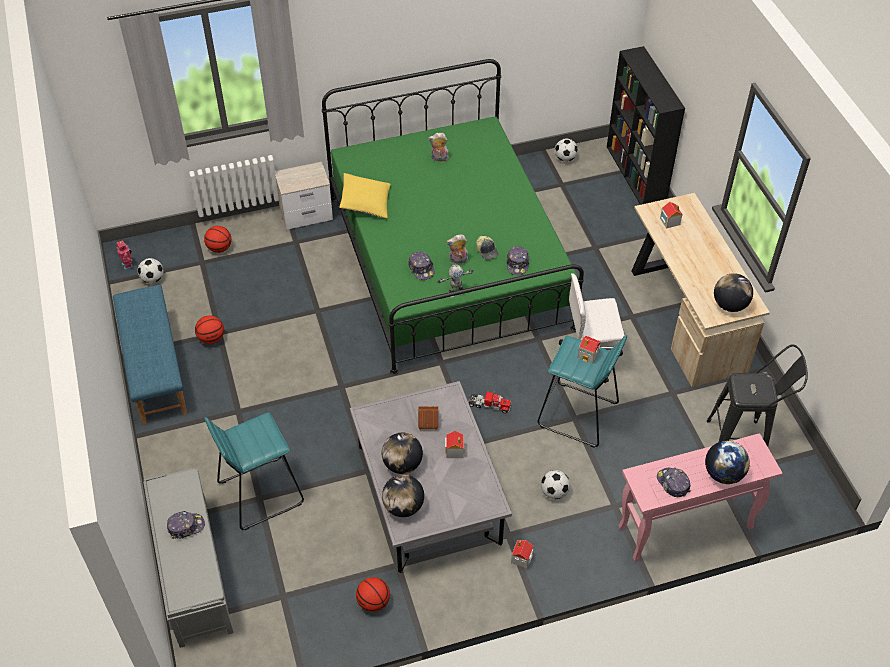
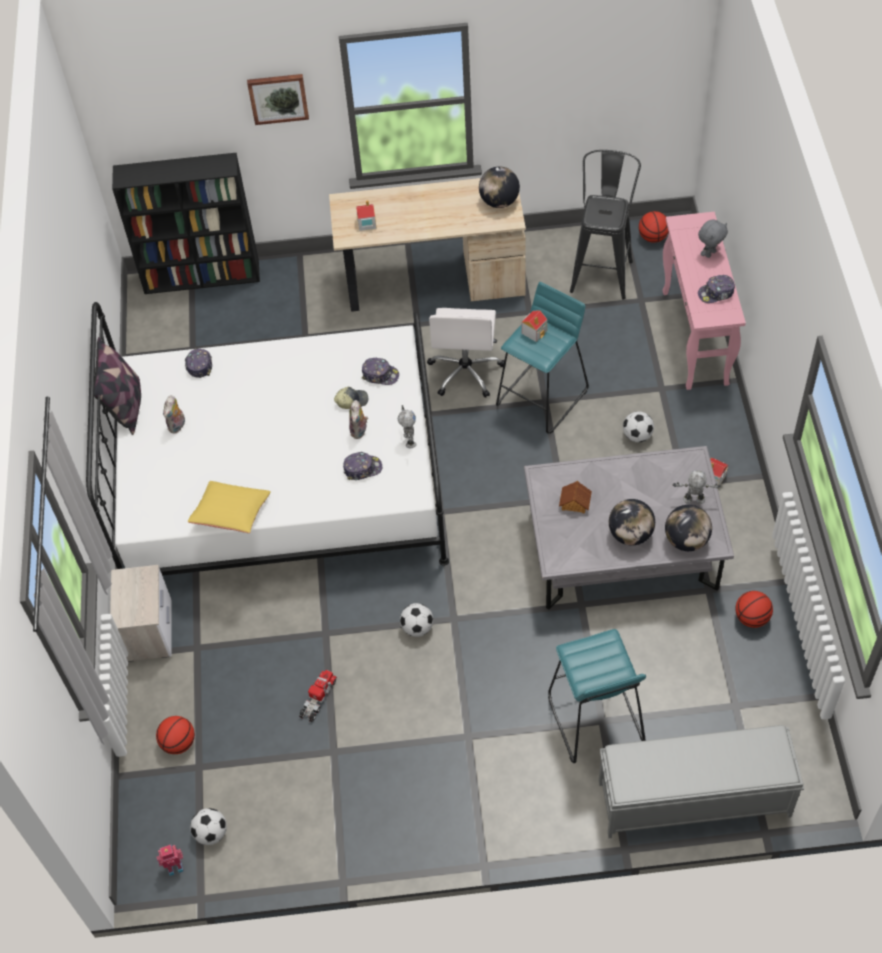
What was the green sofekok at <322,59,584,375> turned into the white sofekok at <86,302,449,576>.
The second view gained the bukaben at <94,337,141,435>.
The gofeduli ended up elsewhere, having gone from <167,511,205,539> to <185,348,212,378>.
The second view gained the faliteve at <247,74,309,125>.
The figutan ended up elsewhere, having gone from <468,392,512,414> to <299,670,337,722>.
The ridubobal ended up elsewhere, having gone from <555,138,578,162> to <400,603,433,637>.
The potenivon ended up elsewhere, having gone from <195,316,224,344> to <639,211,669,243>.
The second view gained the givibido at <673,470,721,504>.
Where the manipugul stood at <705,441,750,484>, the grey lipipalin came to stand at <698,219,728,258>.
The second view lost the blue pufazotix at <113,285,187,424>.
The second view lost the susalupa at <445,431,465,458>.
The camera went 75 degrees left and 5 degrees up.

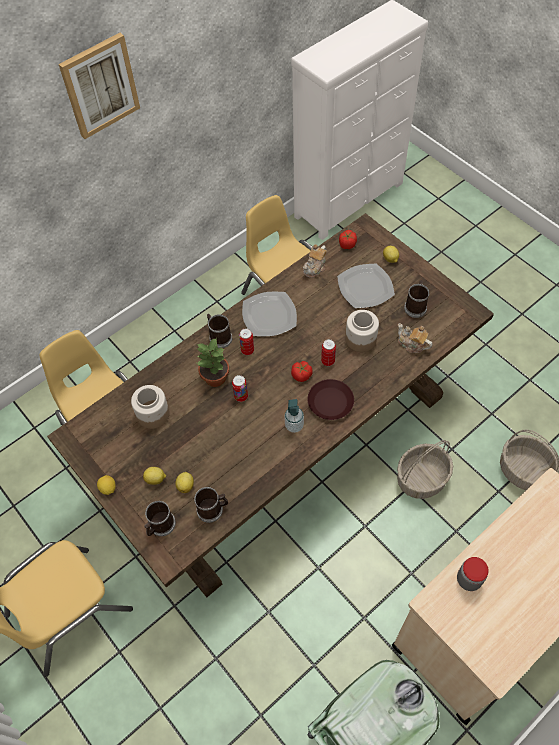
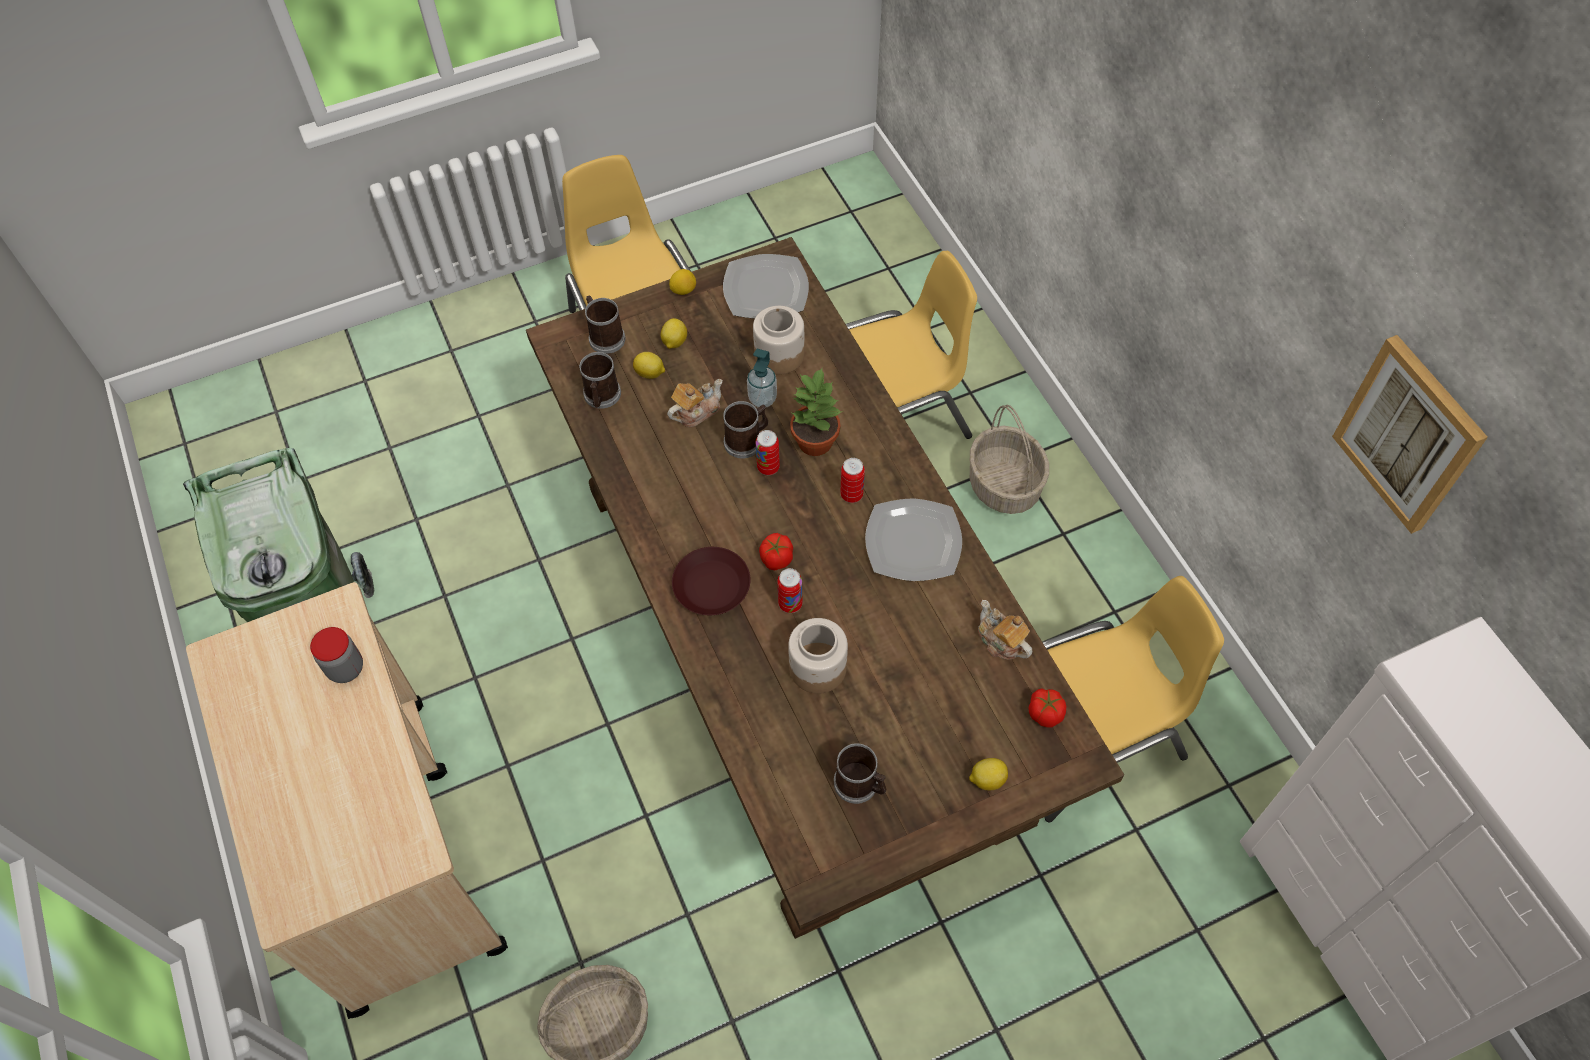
The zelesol ended up elsewhere, having gone from <398,323,433,353> to <667,379,722,427>.
The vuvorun ended up elsewhere, having gone from <337,264,395,308> to <723,254,809,319>.
The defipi ended up elsewhere, having gone from <207,314,232,348> to <723,401,768,458>.
The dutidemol ended up elsewhere, having gone from <284,399,304,433> to <747,349,777,408>.
The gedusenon ended up elsewhere, having gone from <397,440,453,499> to <970,405,1049,514>.
The faliteve ended up elsewhere, having gone from <59,33,140,139> to <1332,335,1488,534>.
The camera went 105 degrees right and 0 degrees up.

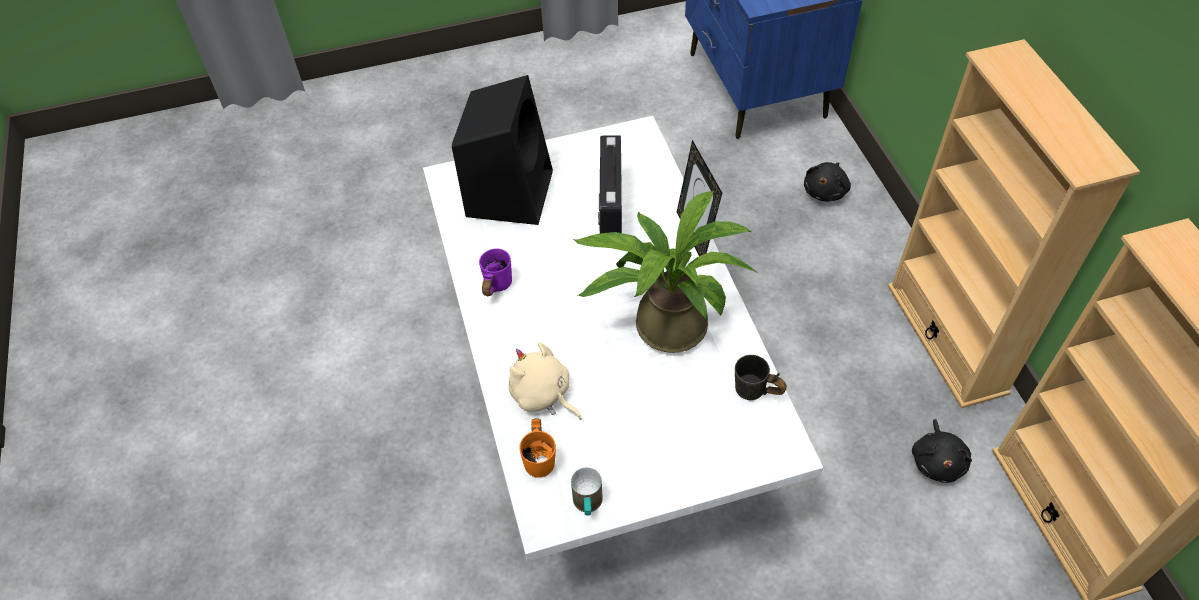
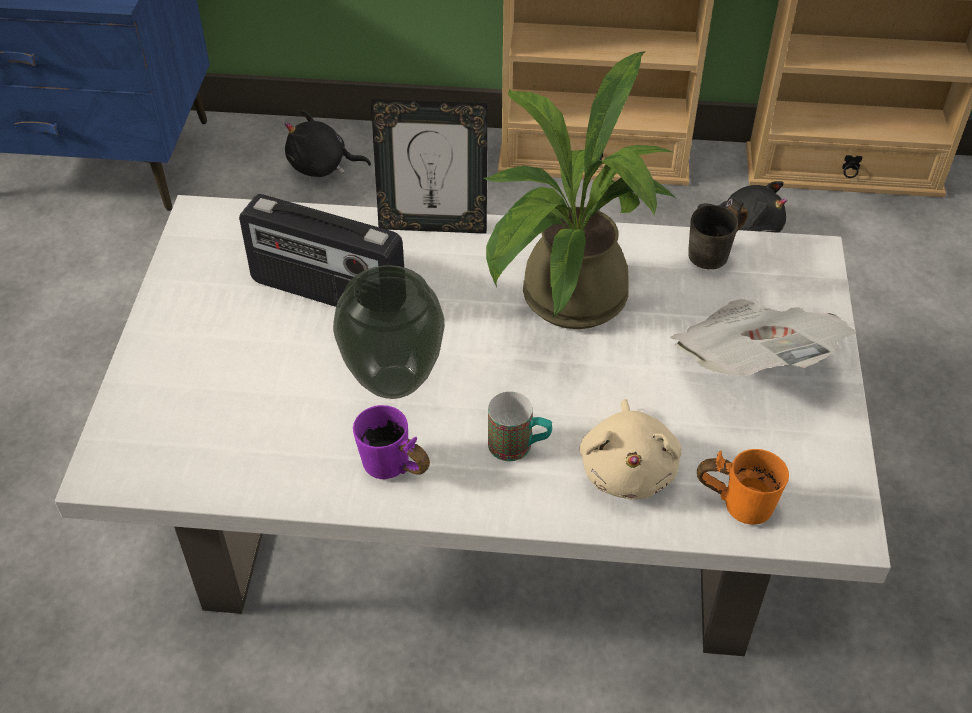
The black lipipalin at <804,162,851,202> ended up facing another way, 135 degrees clockwise from before.
The second view gained the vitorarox at <333,265,445,399>.
The defipi ended up elsewhere, having gone from <571,467,603,515> to <488,392,552,461>.
The beige lipipalin at <509,342,582,420> ended up facing another way, 60 degrees counterclockwise from before.
The second view gained the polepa at <670,299,856,376>.
The second view lost the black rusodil at <452,75,553,225>.
The camera went 70 degrees left and 5 degrees down.

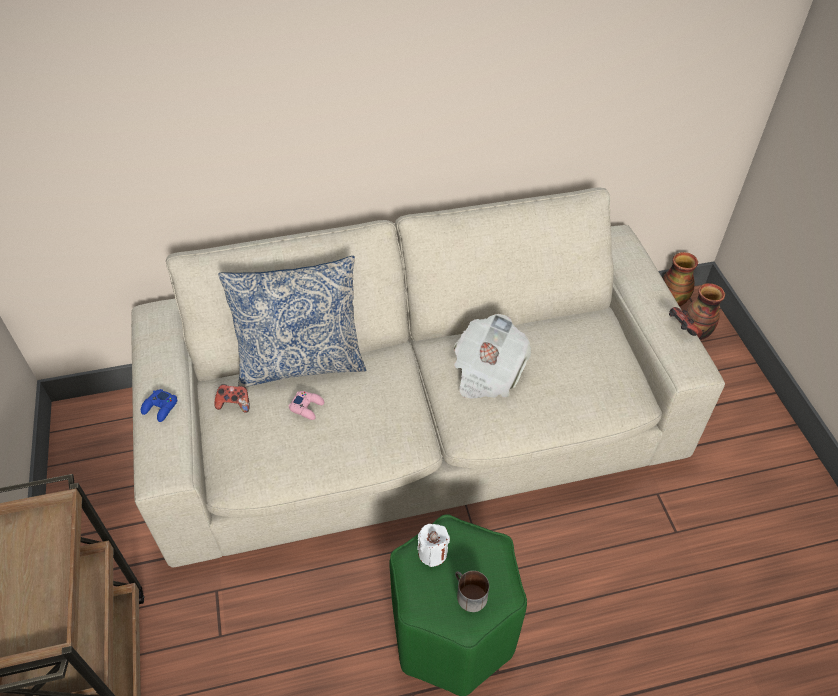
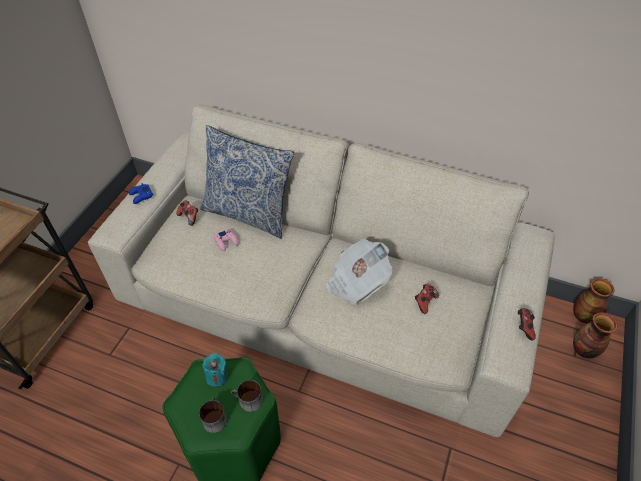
What was the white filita at <417,524,450,567> turned into the turquoise filita at <202,353,229,387>.
The second view gained the defipi at <231,380,263,412>.
The second view gained the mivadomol at <415,284,439,314>.
The camera went 35 degrees right and 0 degrees up.

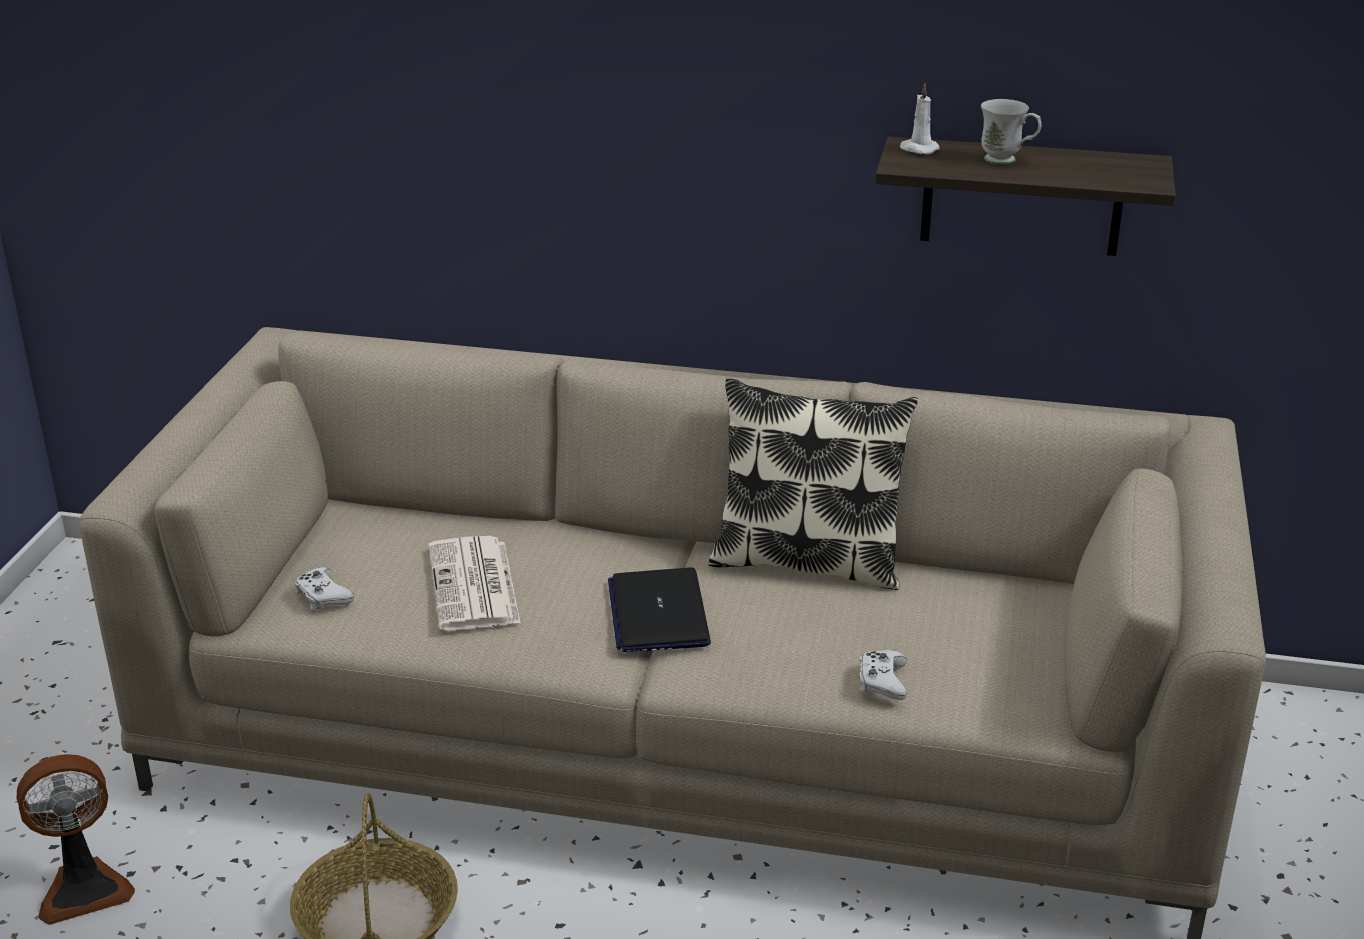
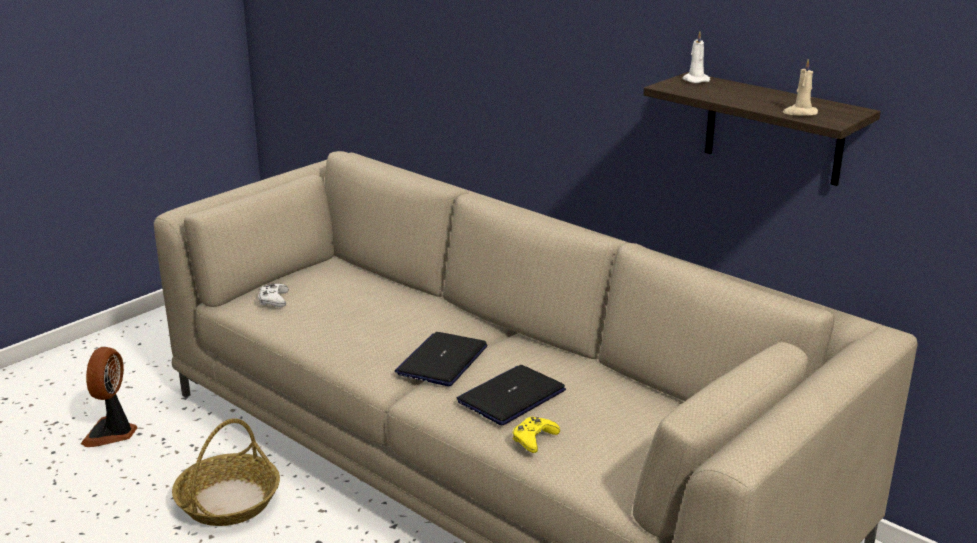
The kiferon at <17,754,135,925> ended up facing another way, 90 degrees clockwise from before.
The second view gained the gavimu at <457,365,566,425>.
What was the white mivadomol at <859,650,907,700> turned into the yellow mivadomol at <513,417,560,453>.
The second view gained the beige filita at <783,59,818,116>.
The second view lost the polepa at <428,536,521,630>.
The second view lost the bukaben at <709,378,918,590>.
The second view lost the white defipi at <981,99,1042,165>.
The camera went 30 degrees right and 5 degrees down.

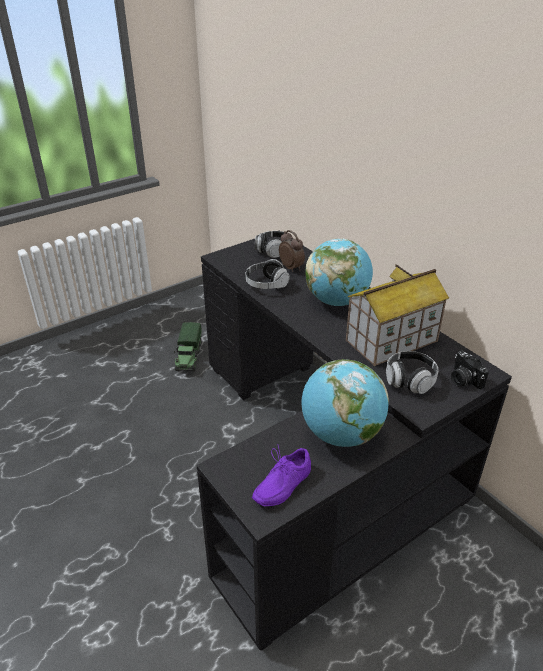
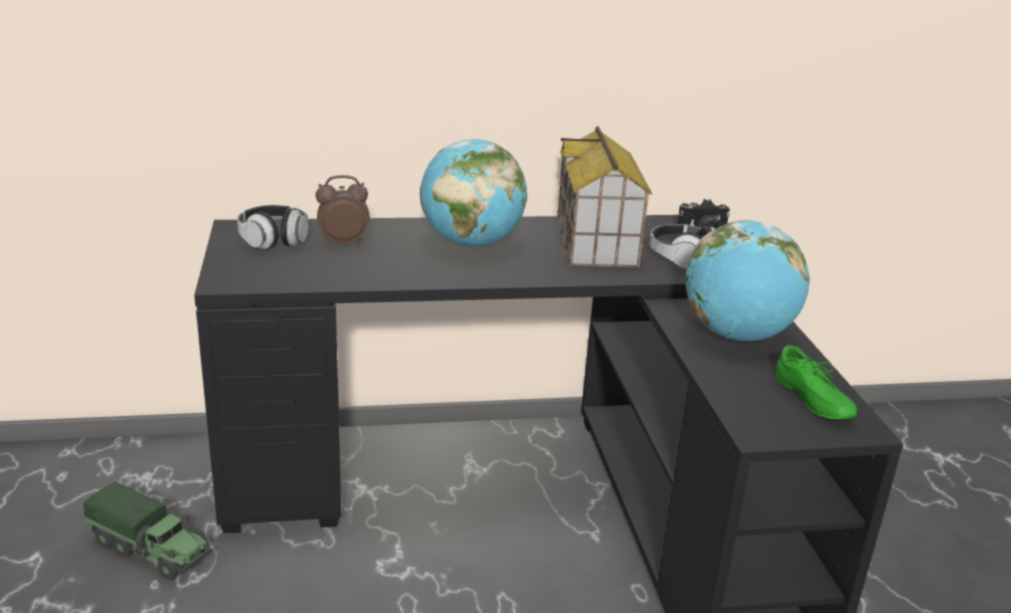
What was the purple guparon at <252,446,311,507> turned into the green guparon at <775,345,857,420>.
The second view lost the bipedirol at <246,259,290,289>.
The camera went 65 degrees left and 10 degrees down.

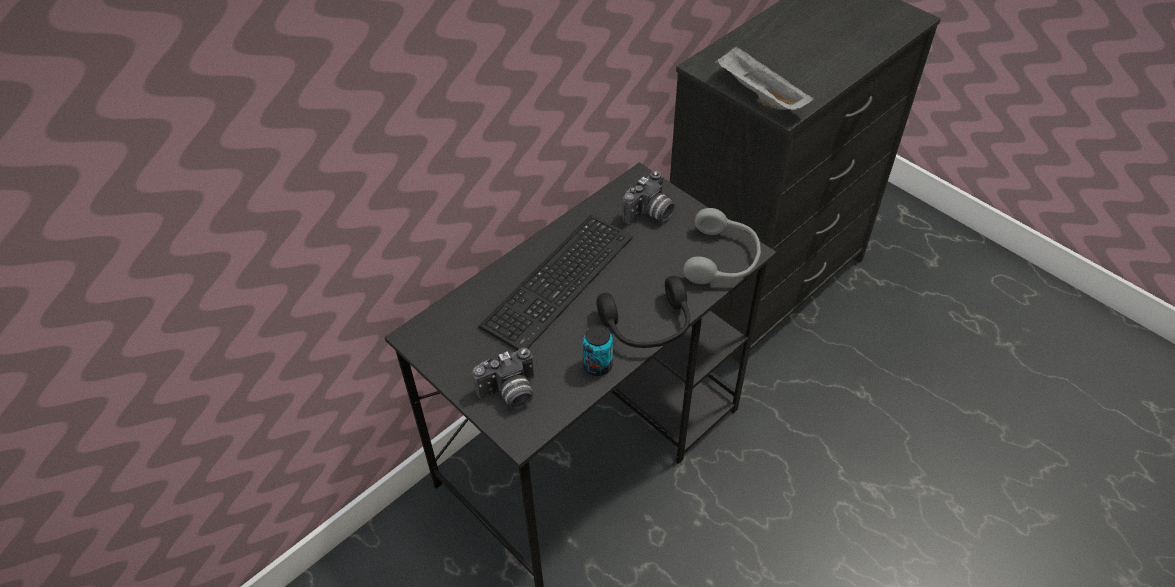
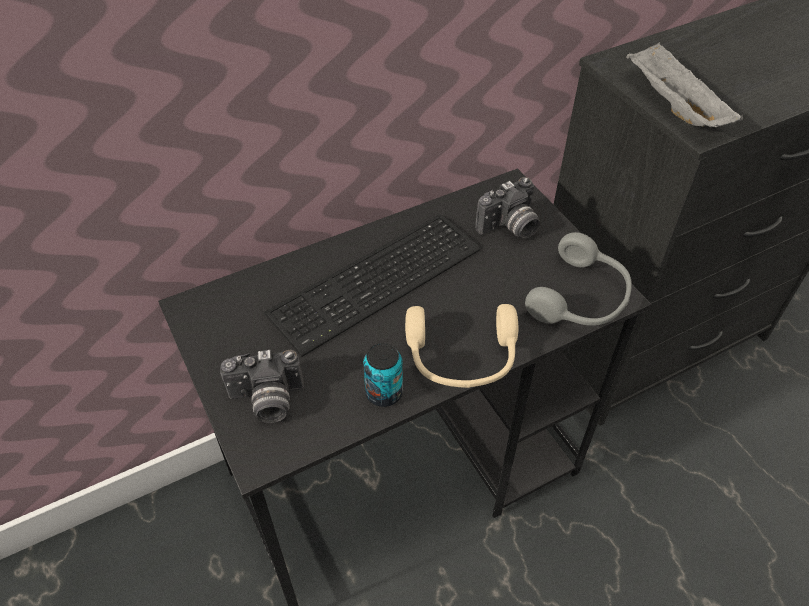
What was the black bipedirol at <597,276,690,348> turned into the beige bipedirol at <405,304,518,388>.
The camera went 15 degrees right and 0 degrees up.

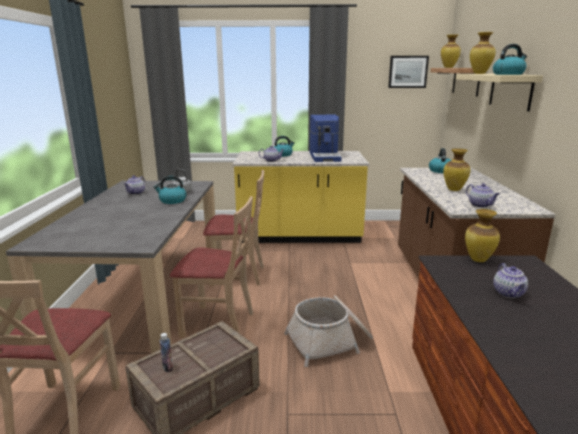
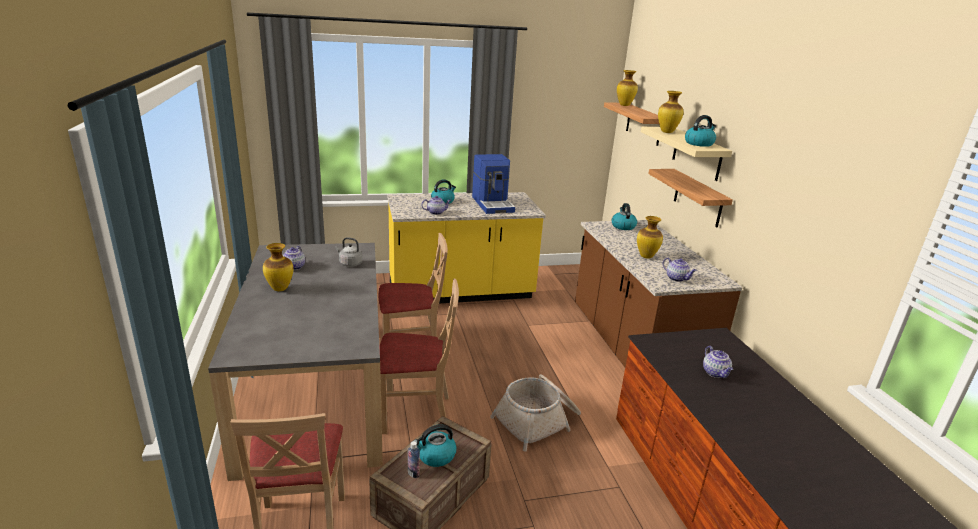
The vitorarox ended up elsewhere, having gone from <465,209,500,262> to <263,243,293,291>.
The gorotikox ended up elsewhere, having gone from <154,176,186,204> to <413,424,457,467>.
The second view gained the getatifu at <648,169,733,228>.
The second view lost the faliteve at <388,56,429,88>.
The camera went 15 degrees left and 5 degrees up.

